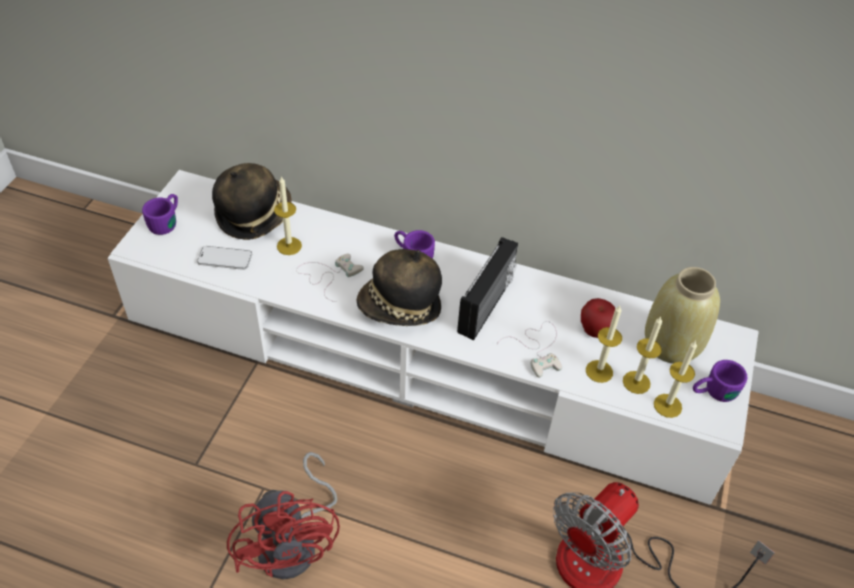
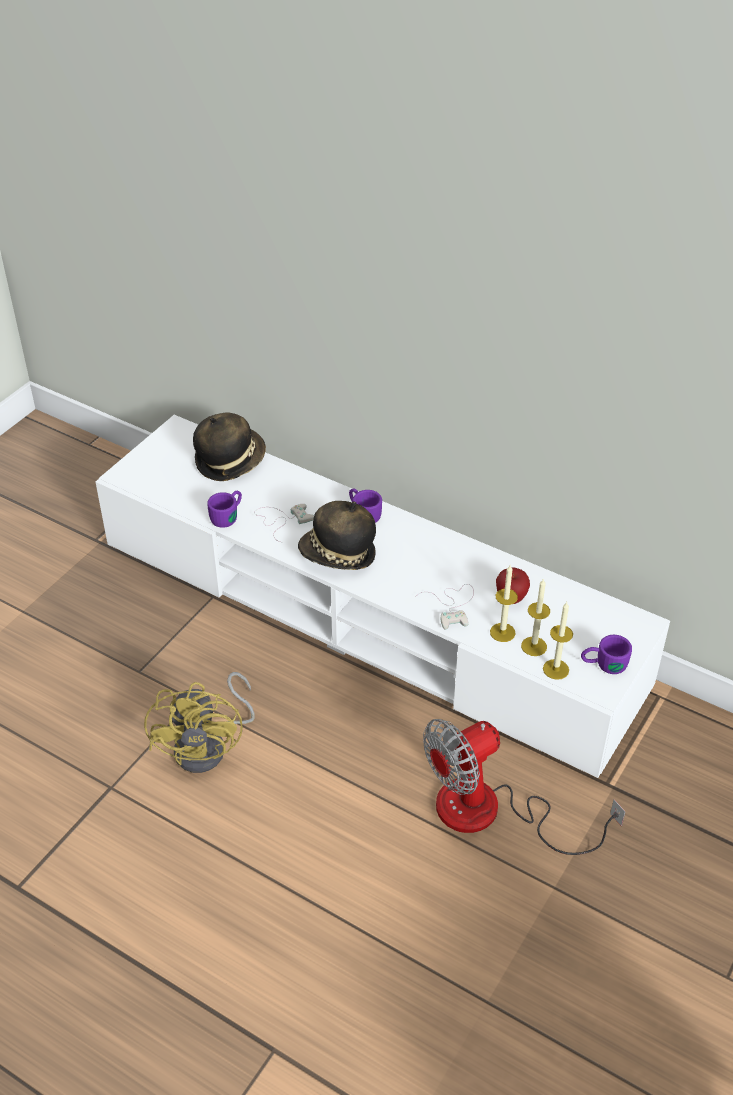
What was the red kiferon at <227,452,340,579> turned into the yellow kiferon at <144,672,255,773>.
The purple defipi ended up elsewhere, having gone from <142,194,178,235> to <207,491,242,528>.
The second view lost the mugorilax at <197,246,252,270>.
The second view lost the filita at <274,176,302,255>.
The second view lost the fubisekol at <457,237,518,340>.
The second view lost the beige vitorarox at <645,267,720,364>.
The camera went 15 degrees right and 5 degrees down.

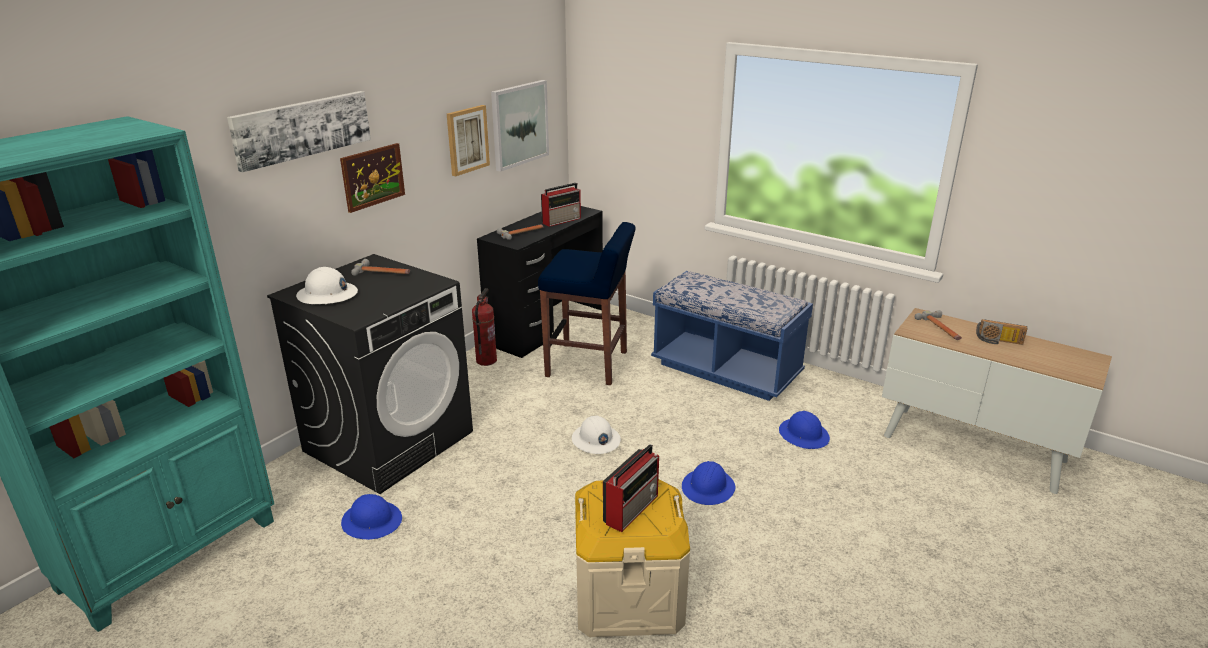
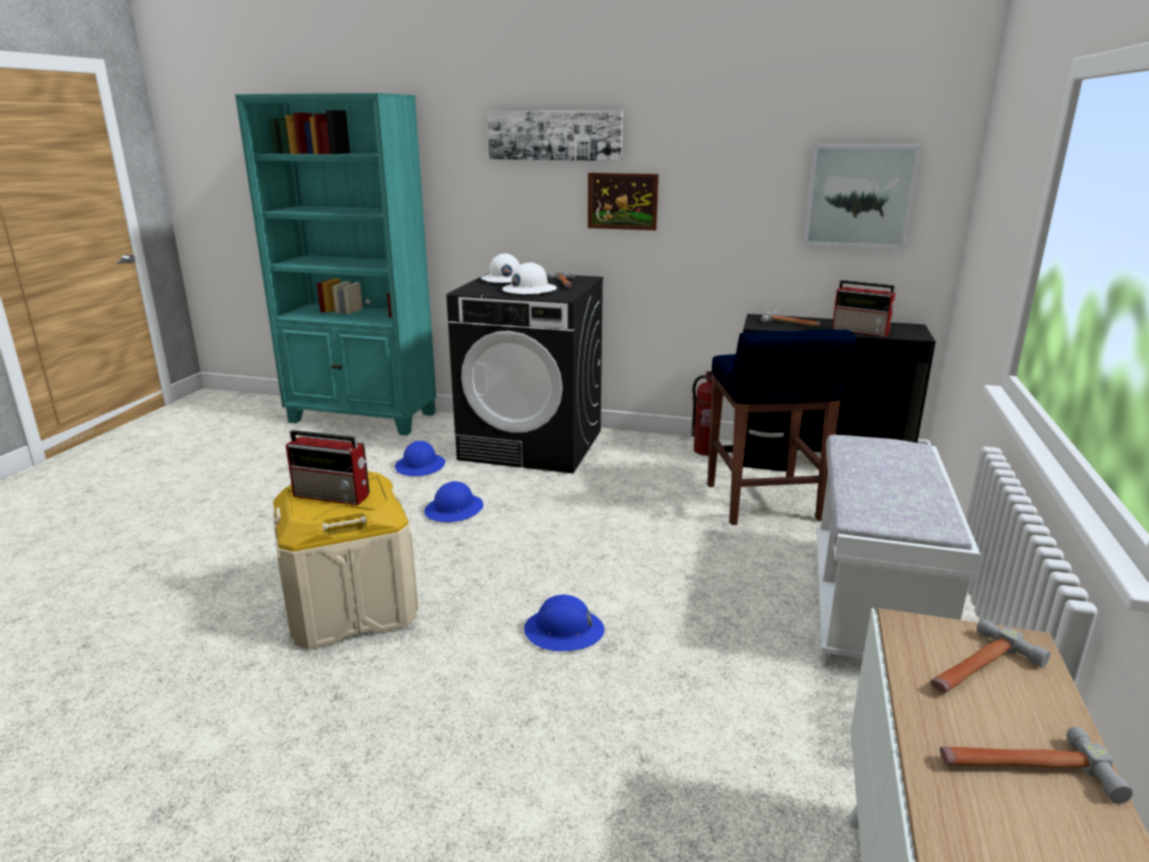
The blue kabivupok ended up elsewhere, having gone from <779,411,830,449> to <424,481,483,522>.
The white kabivupok ended up elsewhere, having gone from <572,416,621,454> to <502,262,557,295>.
What was the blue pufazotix at <651,271,813,401> turned into the white pufazotix at <816,435,980,664>.
Where the fubisekol stood at <976,319,1028,345>, the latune came to stand at <940,727,1133,804>.
The second view lost the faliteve at <447,105,490,176>.
The camera went 70 degrees right and 5 degrees down.

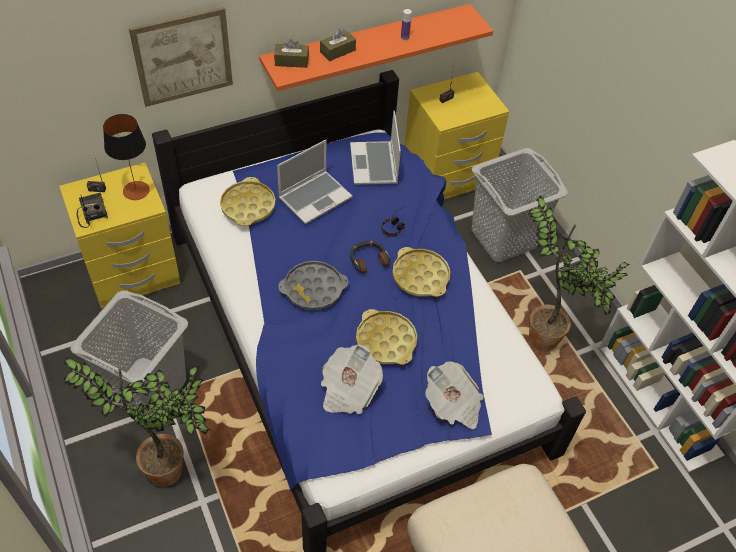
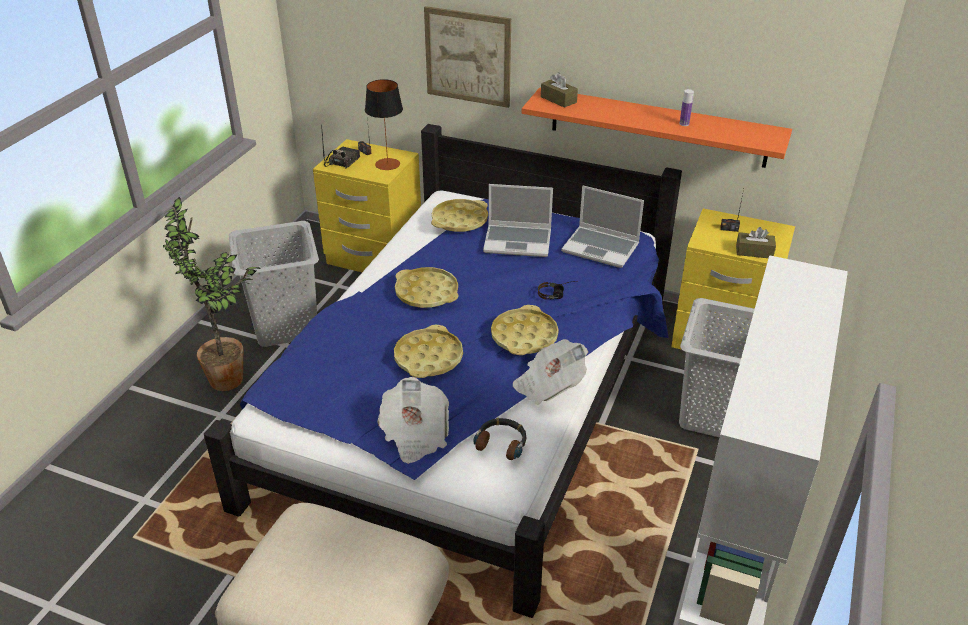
What was the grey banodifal at <279,261,348,310> turned into the yellow banodifal at <395,267,459,308>.
The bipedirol ended up elsewhere, having gone from <350,241,390,274> to <473,418,526,460>.
The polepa ended up elsewhere, having gone from <321,344,383,414> to <513,339,588,405>.
The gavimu at <350,110,401,185> ended up facing another way, 105 degrees counterclockwise from before.
The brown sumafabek ended up elsewhere, having gone from <320,29,356,61> to <736,227,776,258>.
The second view lost the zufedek at <528,196,630,352>.
The camera went 50 degrees right and 15 degrees down.

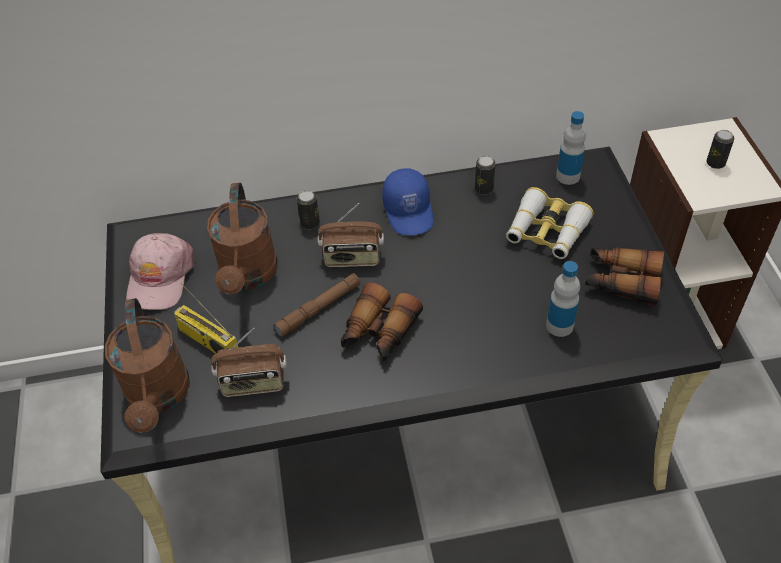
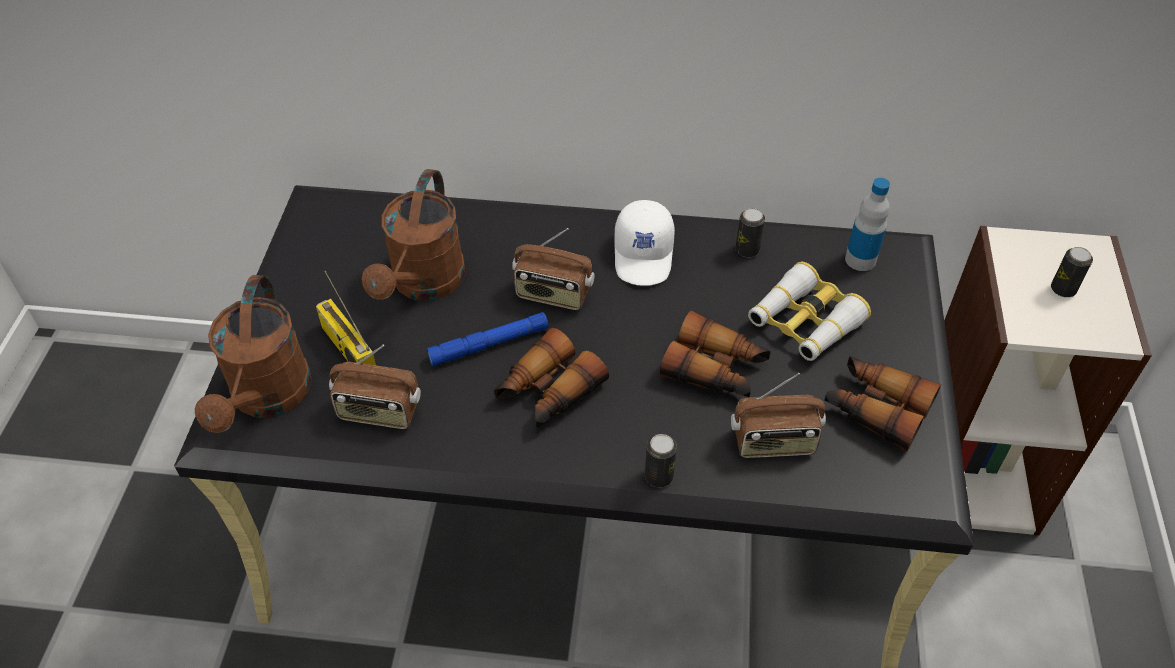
What was the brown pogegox at <273,273,360,337> turned into the blue pogegox at <427,312,549,367>.
What was the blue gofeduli at <382,168,434,235> turned into the white gofeduli at <614,200,675,286>.
The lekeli ended up elsewhere, having gone from <297,190,320,229> to <645,434,677,487>.
The second view gained the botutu at <660,311,771,397>.
Where the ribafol stood at <546,261,580,337>, the fubisekol came to stand at <731,373,826,458>.
The second view lost the pink gofeduli at <126,233,194,310>.
The camera went 15 degrees right and 0 degrees up.

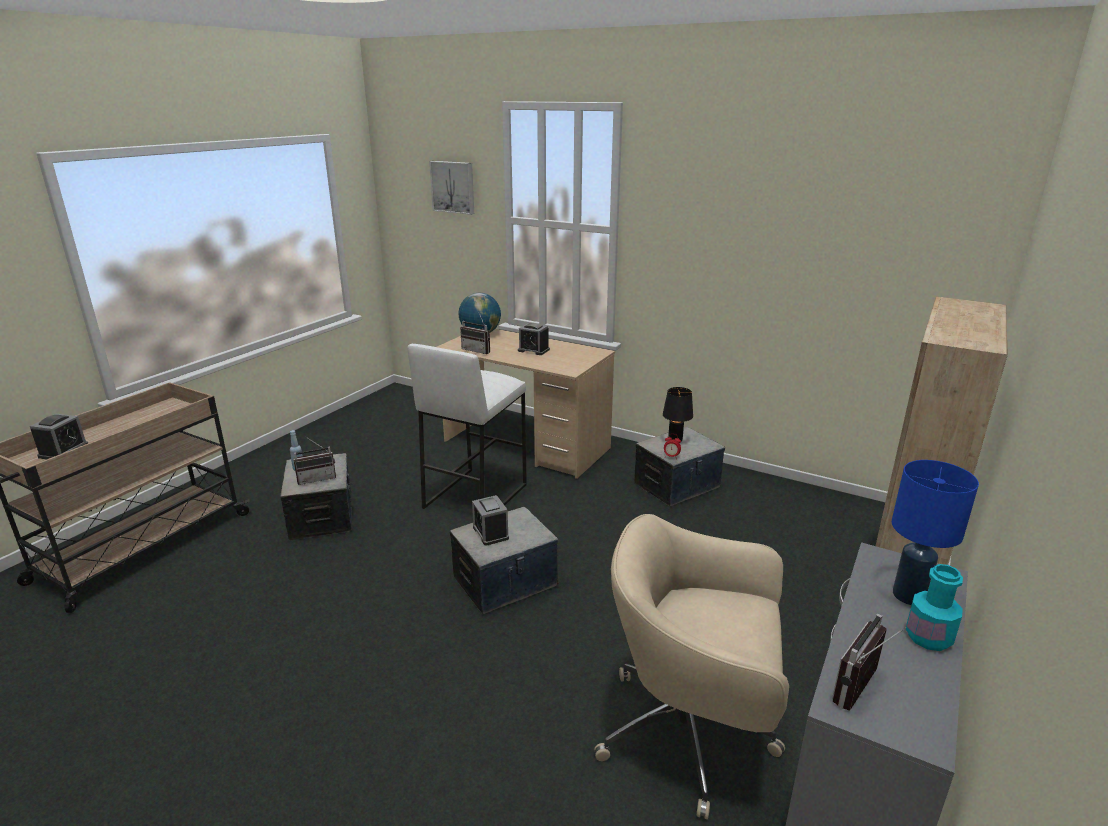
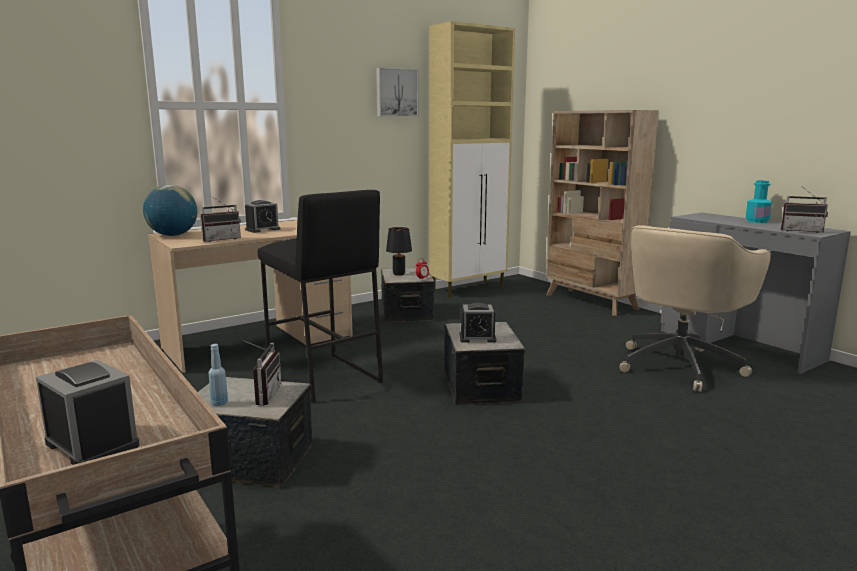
What was the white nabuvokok at <407,344,527,509> turned into the black nabuvokok at <258,190,383,403>.
The faliteve ended up elsewhere, having gone from <429,161,474,215> to <376,67,419,117>.
The second view gained the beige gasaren at <429,21,515,298>.
The fubisekol at <832,614,906,711> ended up facing another way, 45 degrees counterclockwise from before.
The second view lost the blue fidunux at <892,460,979,605>.
The camera went 65 degrees left and 10 degrees down.

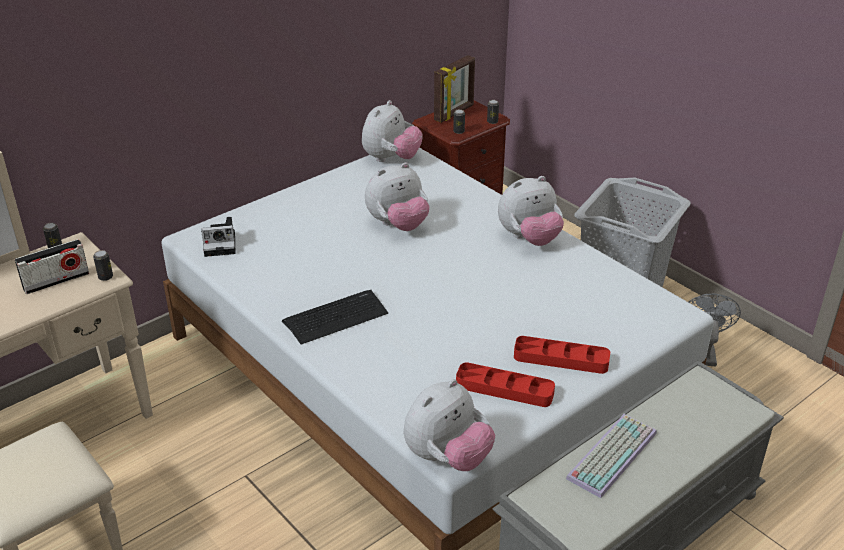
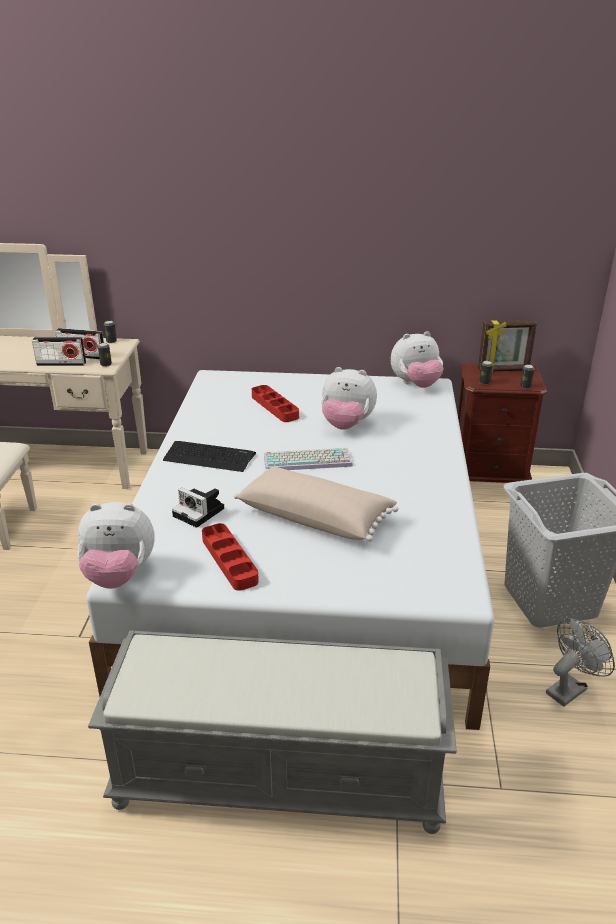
The second view gained the fubisekol at <32,337,86,366>.
The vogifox ended up elsewhere, having gone from <201,217,235,257> to <172,488,224,528>.
The second view gained the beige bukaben at <234,467,399,542>.
The red banodifal ended up elsewhere, having gone from <514,336,610,374> to <252,385,299,422>.
The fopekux ended up elsewhere, having gone from <566,414,657,498> to <264,448,353,470>.
The second view lost the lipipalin at <498,176,564,246>.
The camera went 45 degrees right and 5 degrees down.

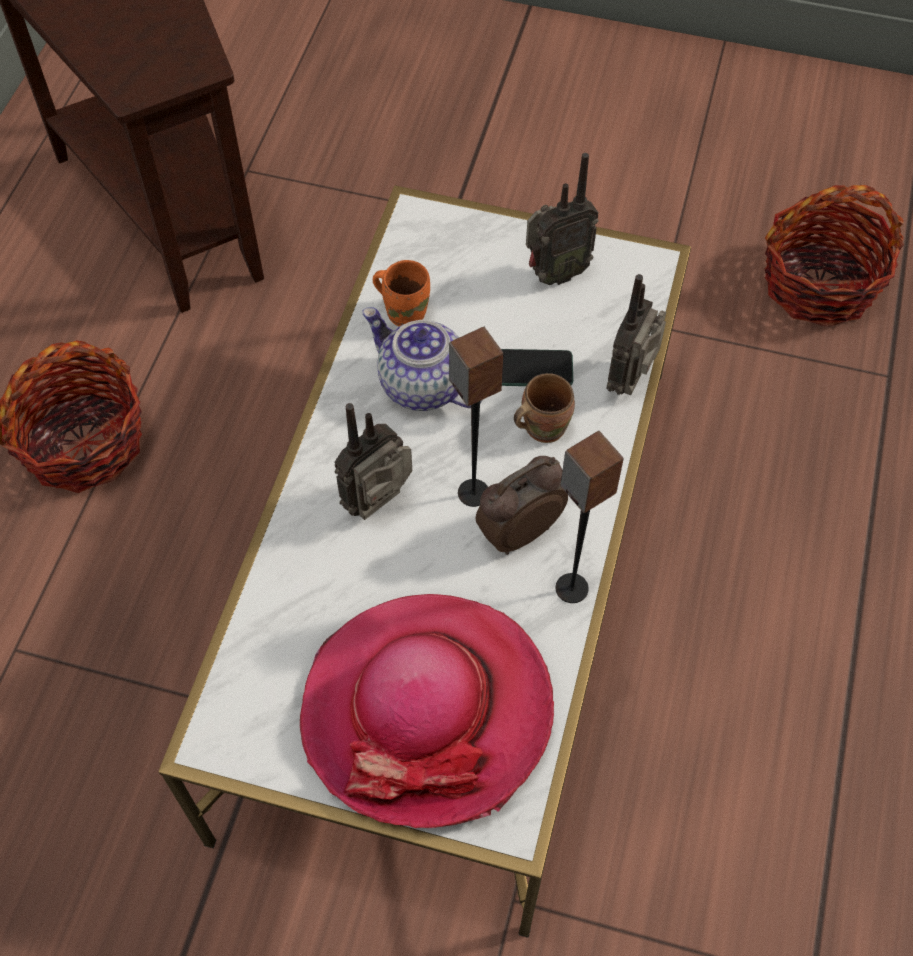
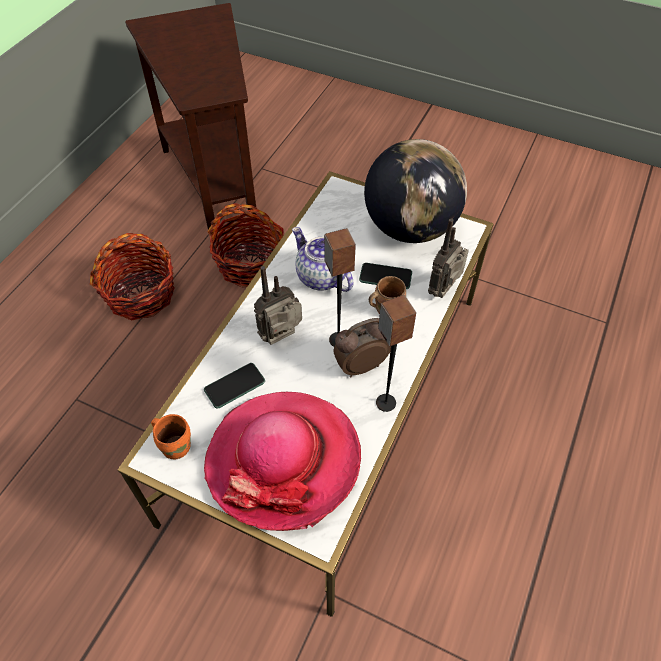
The orange defipi ended up elsewhere, having gone from <373,260,430,326> to <151,414,191,459>.
The second view gained the mugorilax at <204,363,265,408>.
The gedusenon ended up elsewhere, having gone from <764,185,904,327> to <208,203,284,288>.
Where the fubisekol stood at <526,153,599,285>, the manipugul came to stand at <364,139,467,243>.
The camera went 10 degrees right and 5 degrees down.

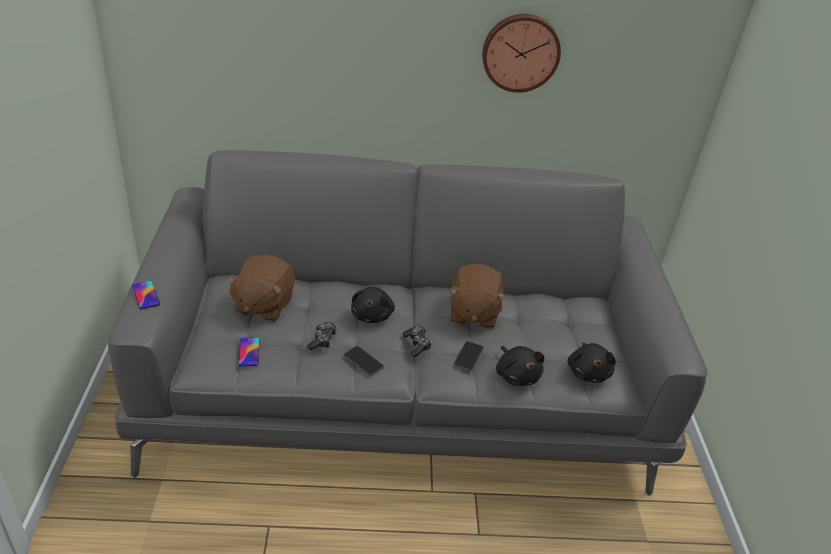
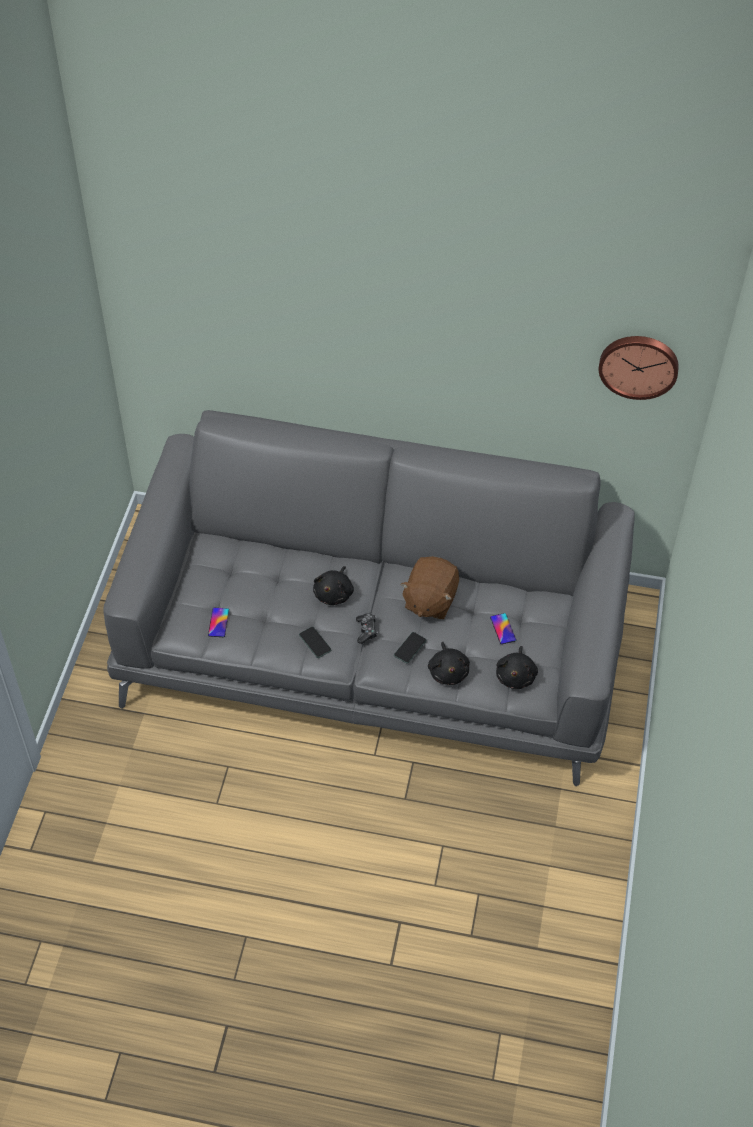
The mugorilax ended up elsewhere, having gone from <132,280,160,309> to <490,613,516,644>.
The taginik ended up elsewhere, having gone from <482,14,561,93> to <599,336,679,400>.
The second view lost the brown lipipalin at <226,254,295,321>.
The second view lost the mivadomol at <307,322,337,350>.
The camera went 15 degrees right and 15 degrees up.

